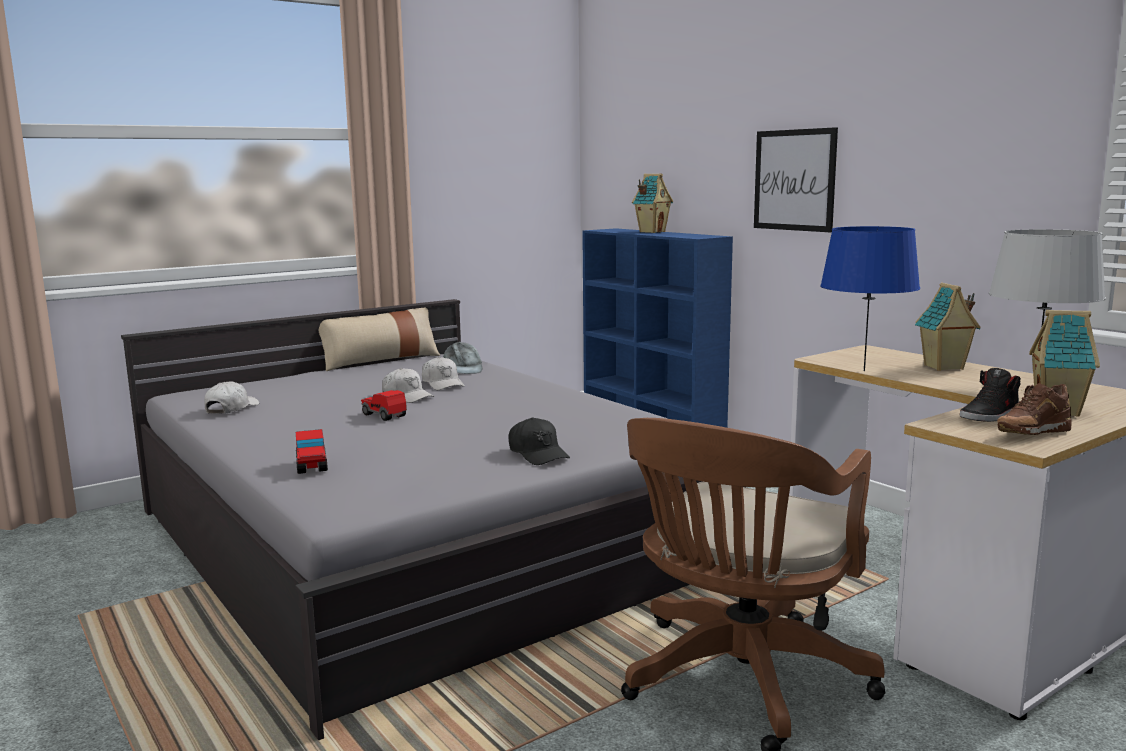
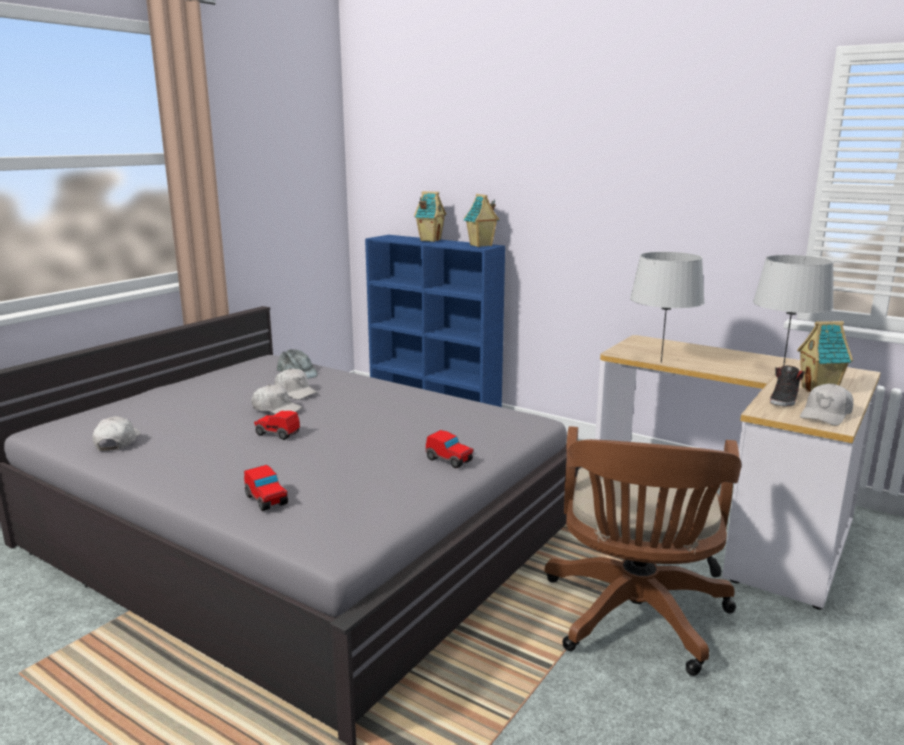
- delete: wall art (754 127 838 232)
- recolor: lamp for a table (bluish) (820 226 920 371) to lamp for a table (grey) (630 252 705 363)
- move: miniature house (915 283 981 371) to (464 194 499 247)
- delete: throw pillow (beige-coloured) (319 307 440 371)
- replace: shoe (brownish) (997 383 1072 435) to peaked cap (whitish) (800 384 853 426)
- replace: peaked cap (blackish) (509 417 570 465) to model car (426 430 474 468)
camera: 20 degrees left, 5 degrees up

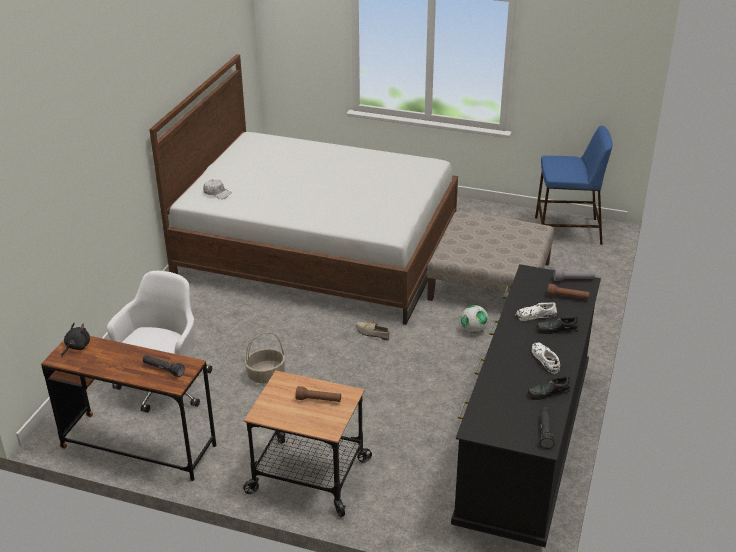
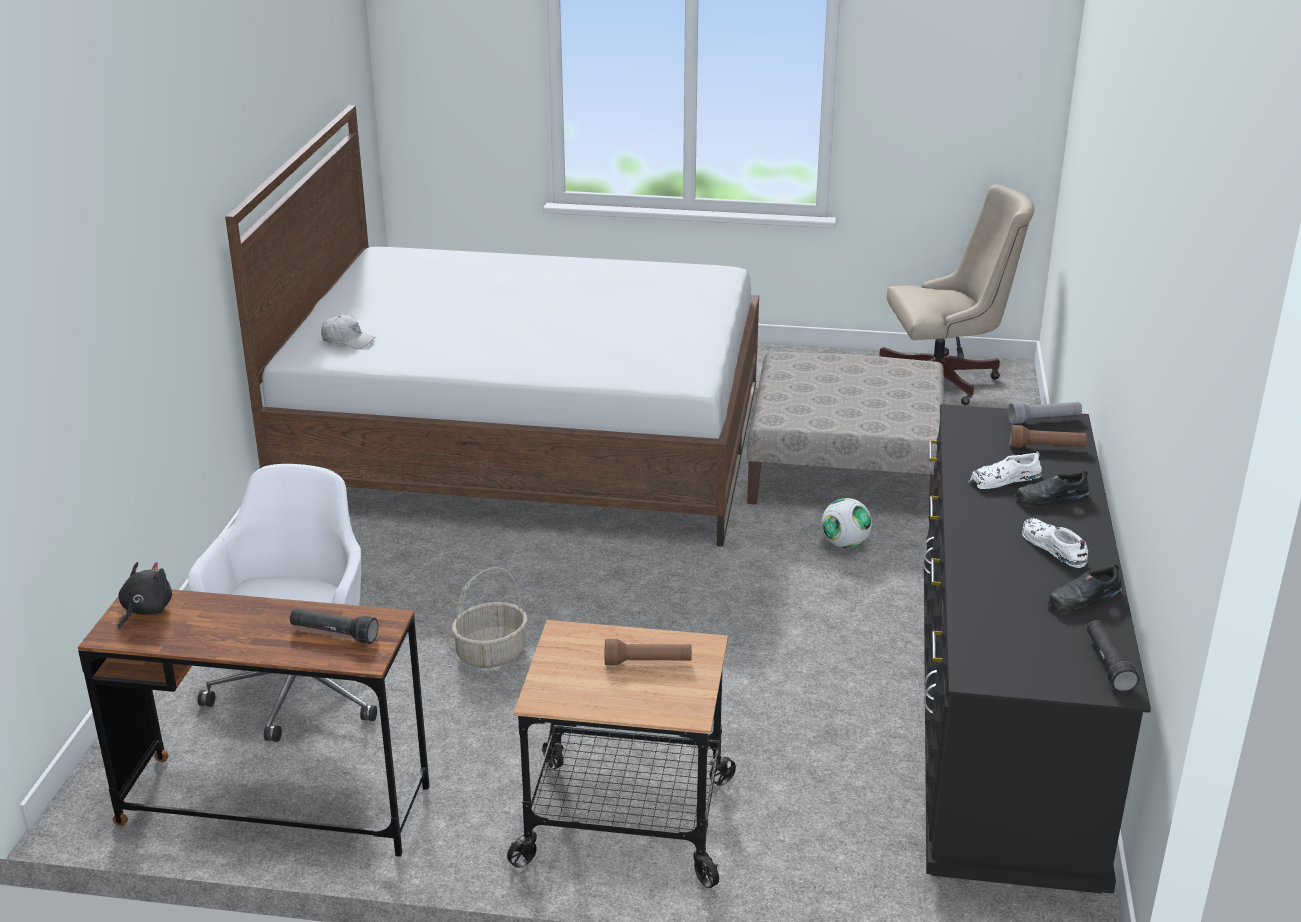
- replace: stool seat (bluish) (535 126 613 245) to office chair (beige-coloured) (879 184 1034 405)
- delete: shoe (356 321 390 341)
camera: 10 degrees left, 5 degrees down

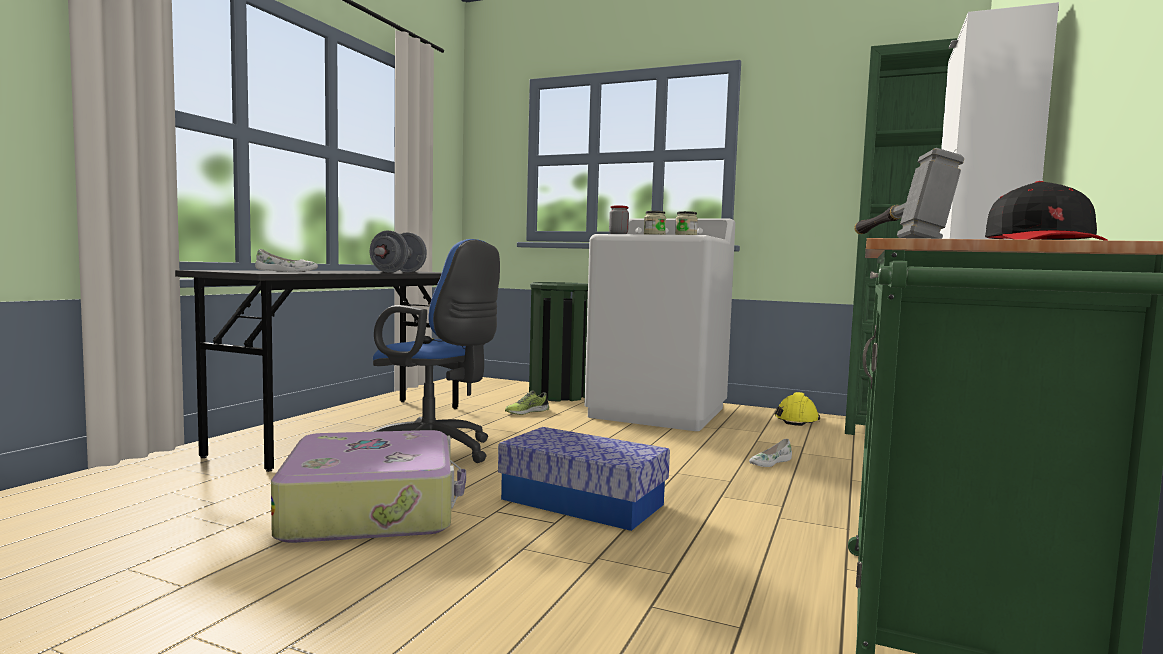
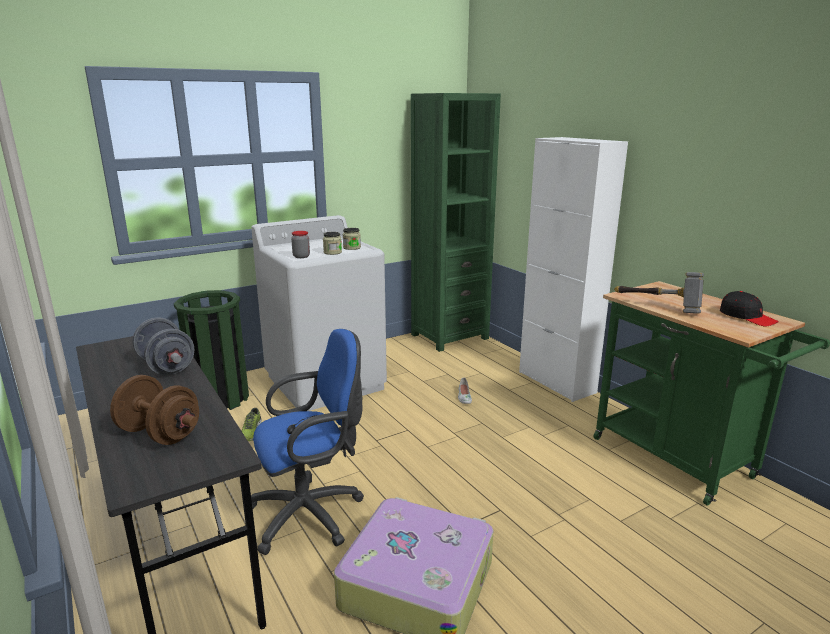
- replace: shoe (whitish) (255 249 318 272) to hand weight (brownish) (110 375 199 445)
- delete: safety helmet (yellow-coloured) (774 392 820 426)
- delete: storage container (498 427 670 531)
camera: 55 degrees left, 15 degrees up

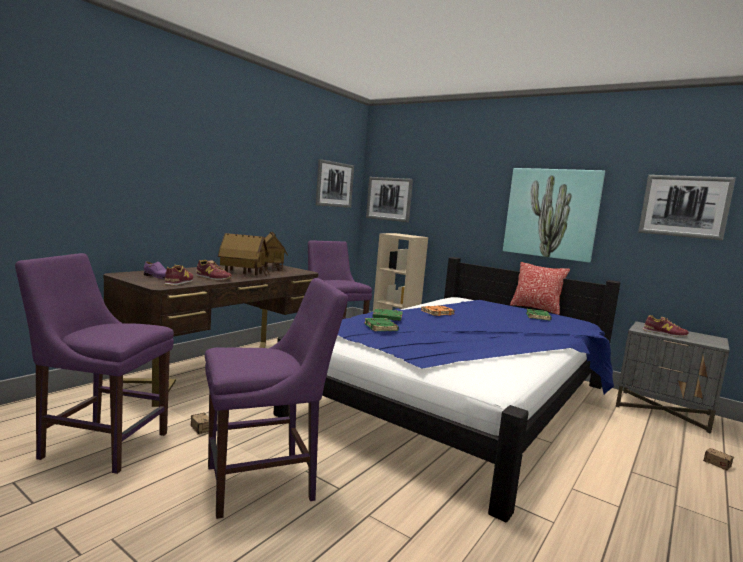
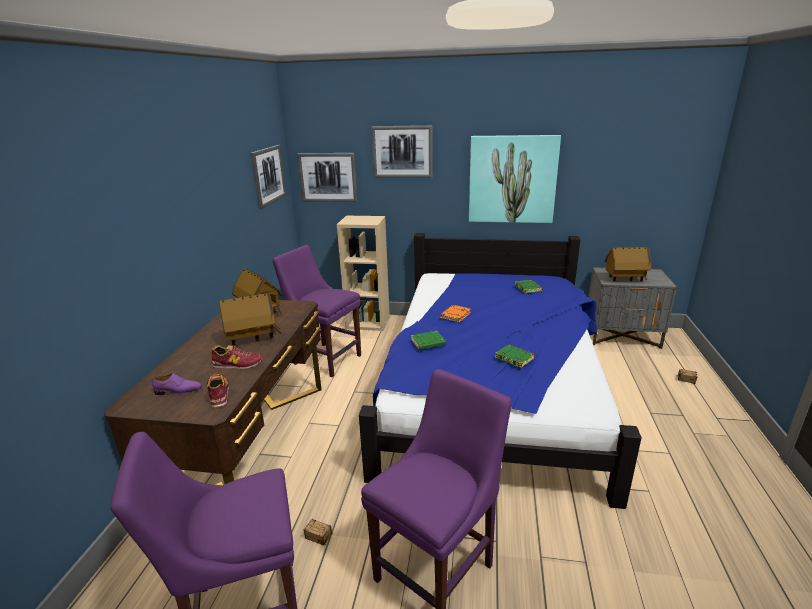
- move: wall art (638 175 736 240) to (371 125 433 178)
- delete: throw pillow (510 262 570 315)
- replace: shoe (642 315 689 337) to miniature house (605 247 651 281)
- move: bound book (greenish) (364 318 399 331) to (495 344 535 368)
camera: 25 degrees left, 15 degrees up

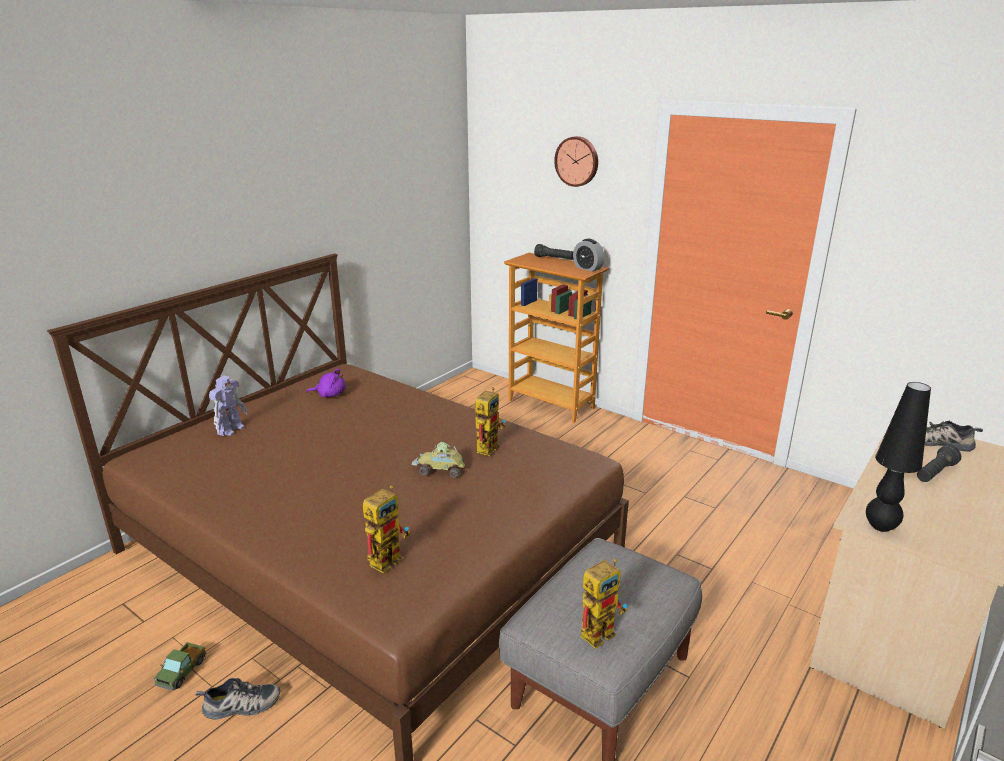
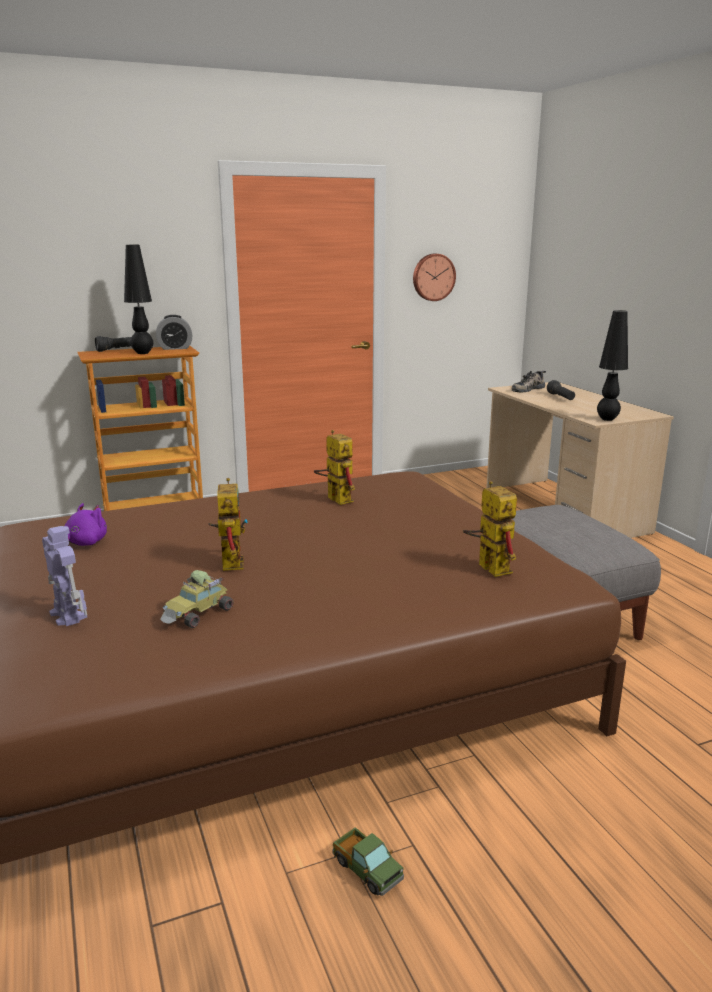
- move: hanging clock (554 136 598 187) to (413 254 456 301)
- move: model car (412 442 465 478) to (160 570 233 628)
- move: robot figure (581 558 628 649) to (208 478 248 571)
- delete: shoe (196 678 281 720)
- insert: lamp for a table (blackish) (124 245 153 354)
camera: 60 degrees left, 5 degrees down

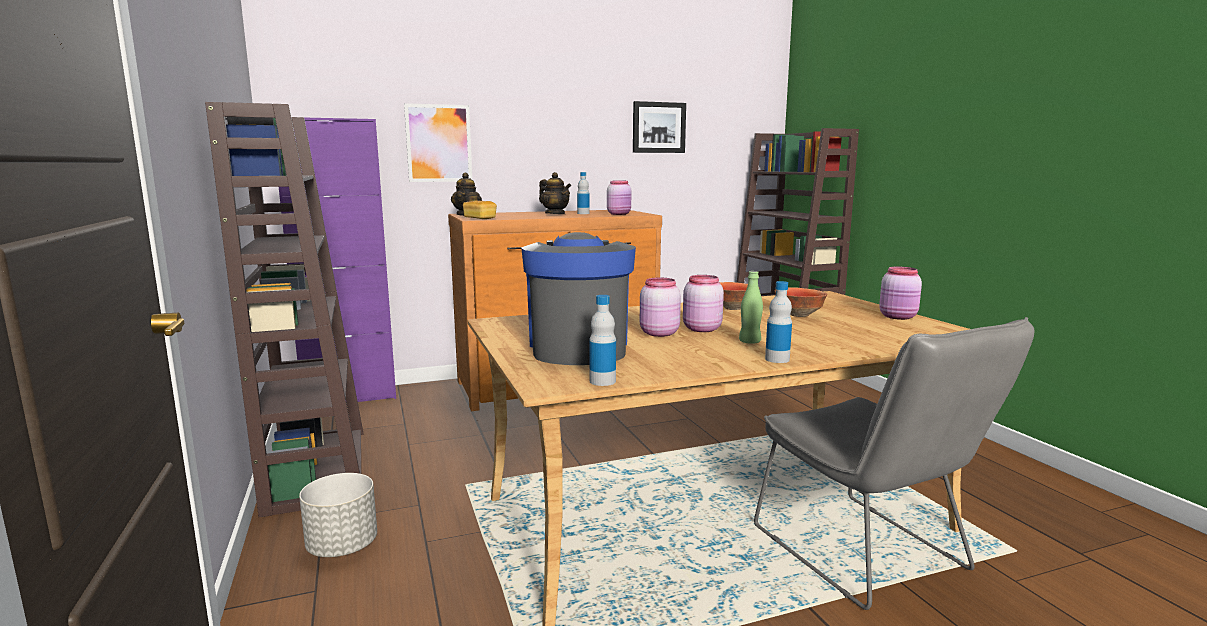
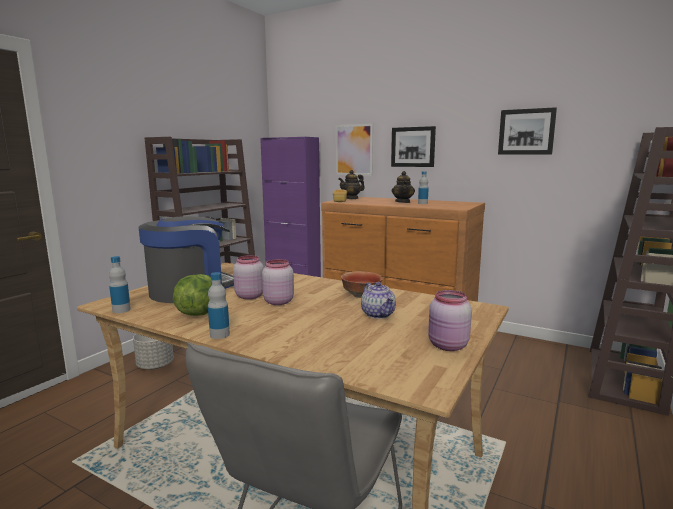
- delete: storage jar (pinkish) (607 181 631 215)
- delete: beverage bottle (greenish) (739 271 763 344)
- replace: deep dish (775 287 828 317) to teapot (361 282 396 319)
- insert: wall art (391 126 436 167)
- insert: lettuce head (173 274 212 316)
camera: 50 degrees right, 0 degrees up

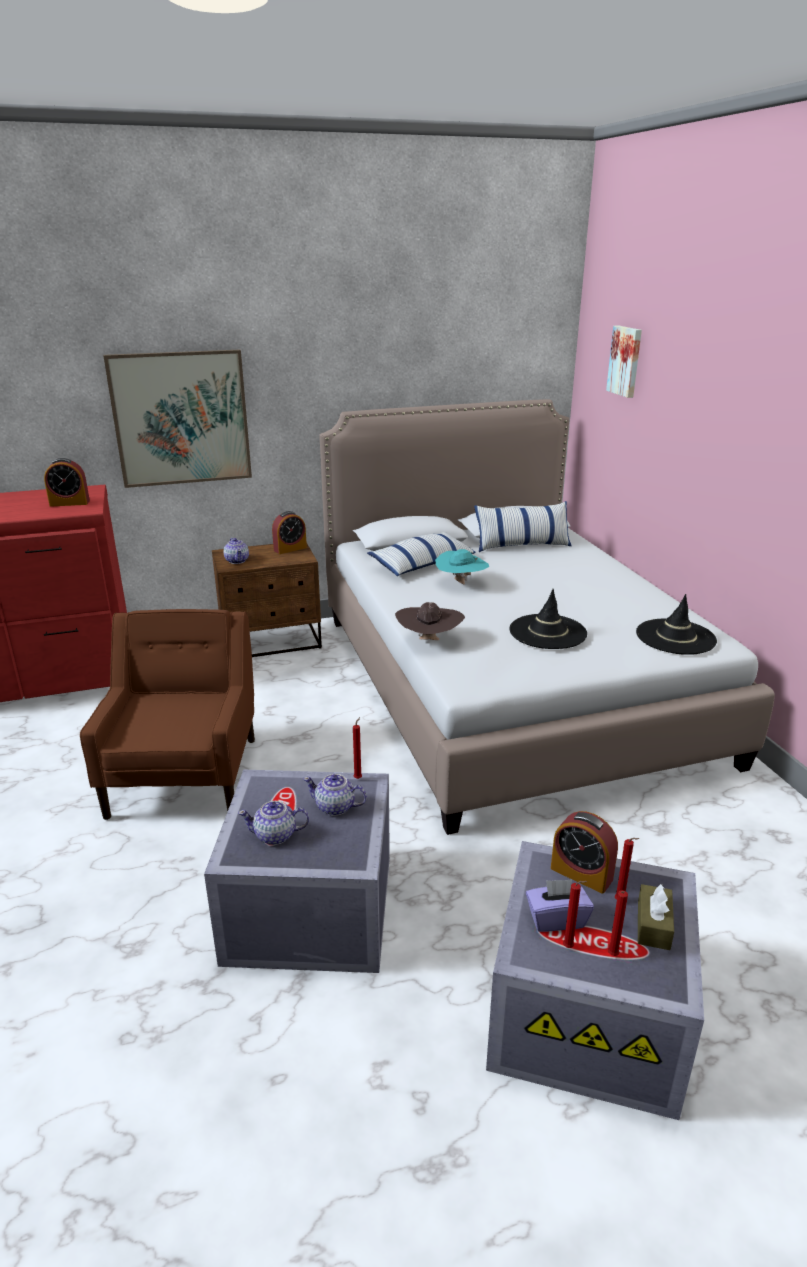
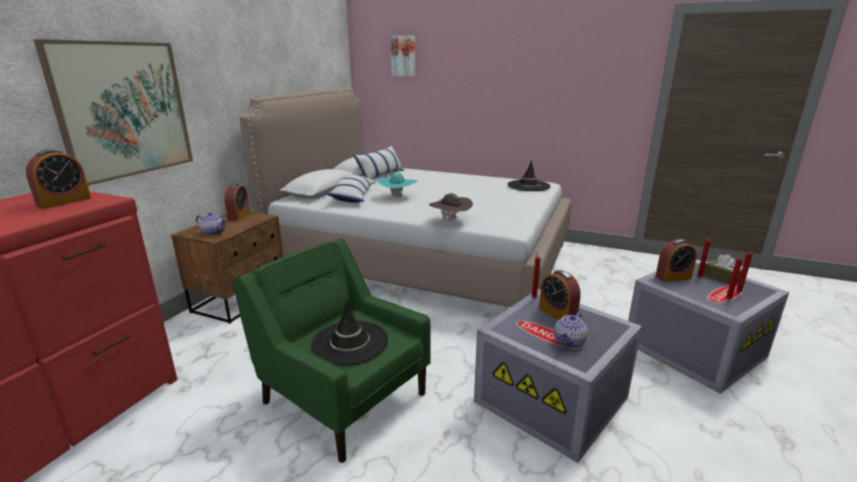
- move: wearable hat (blackish) (509 589 587 649) to (311 301 388 366)
- recolor: lounge chair (brownish) (80 609 255 820) to lounge chair (greenish) (233 239 431 463)
- replace: teapot (303 774 367 816) to alarm clock (539 270 581 320)
- delete: tissue box (purple) (526 879 594 932)
camera: 50 degrees left, 5 degrees down

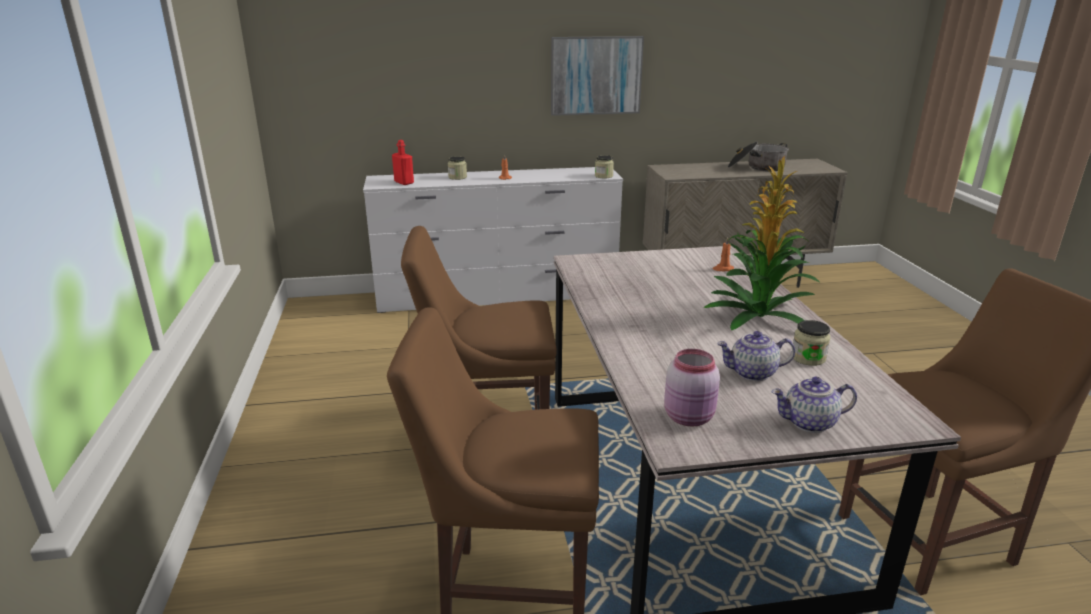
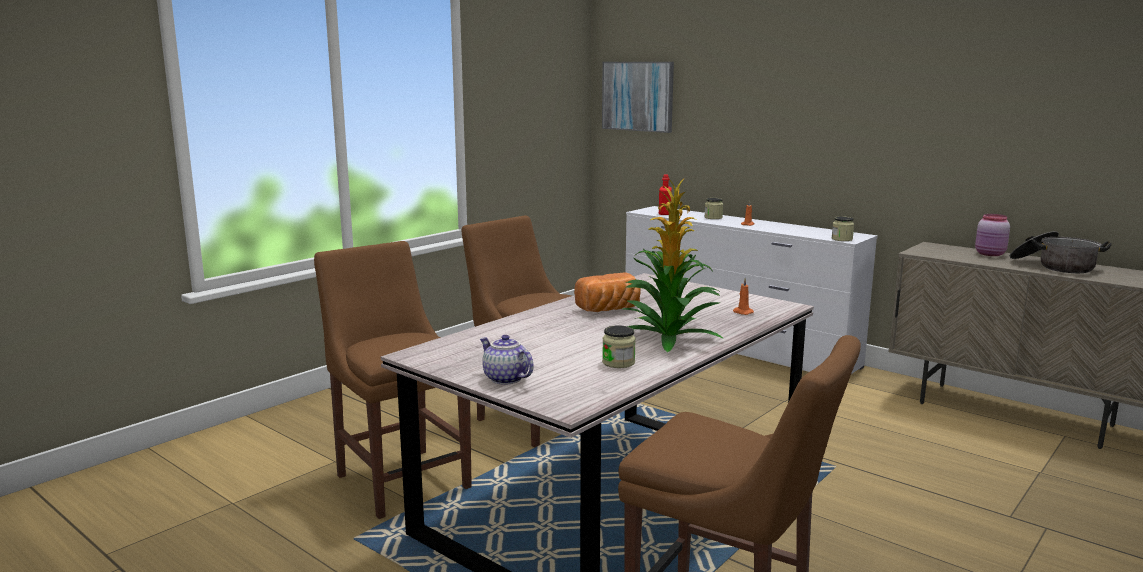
- move: wall art (551 36 644 116) to (602 62 674 133)
- delete: teapot (717 331 795 381)
- move: storage jar (pinkish) (664 349 720 427) to (975 214 1010 256)
- insert: baked bread (574 272 641 312)
camera: 50 degrees right, 10 degrees down

